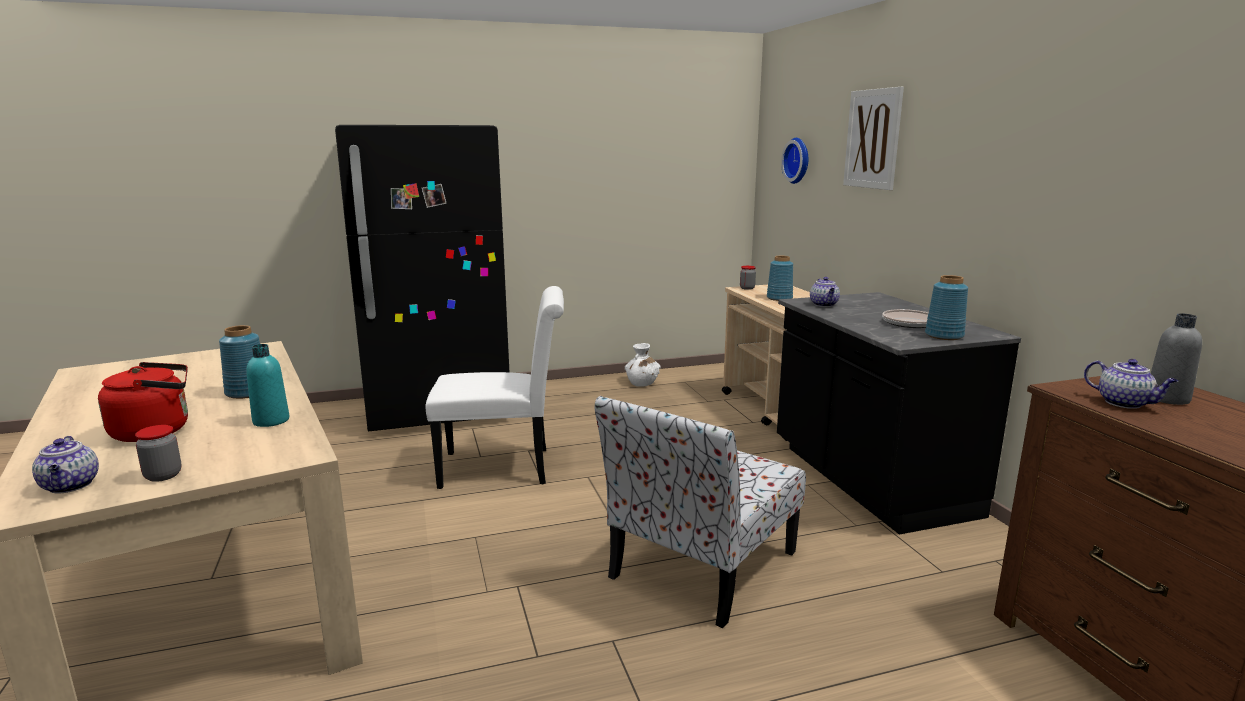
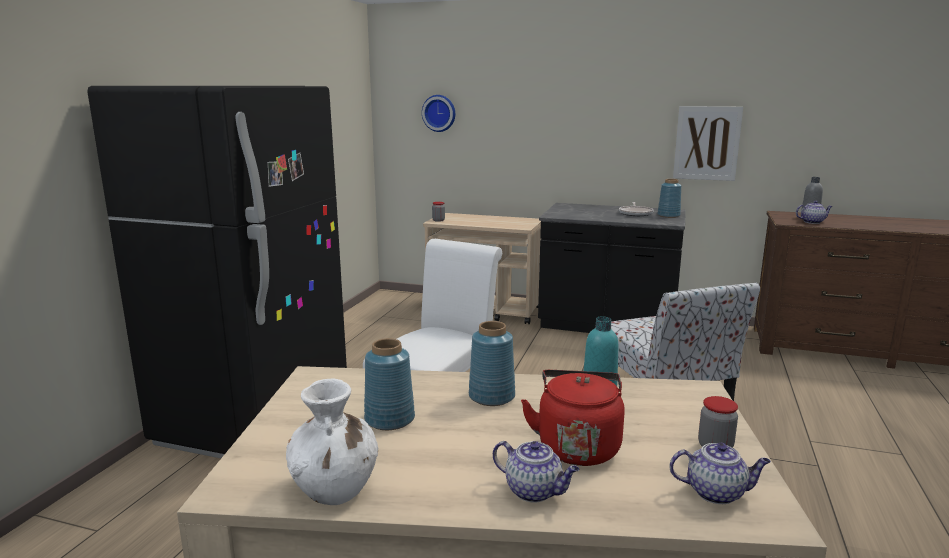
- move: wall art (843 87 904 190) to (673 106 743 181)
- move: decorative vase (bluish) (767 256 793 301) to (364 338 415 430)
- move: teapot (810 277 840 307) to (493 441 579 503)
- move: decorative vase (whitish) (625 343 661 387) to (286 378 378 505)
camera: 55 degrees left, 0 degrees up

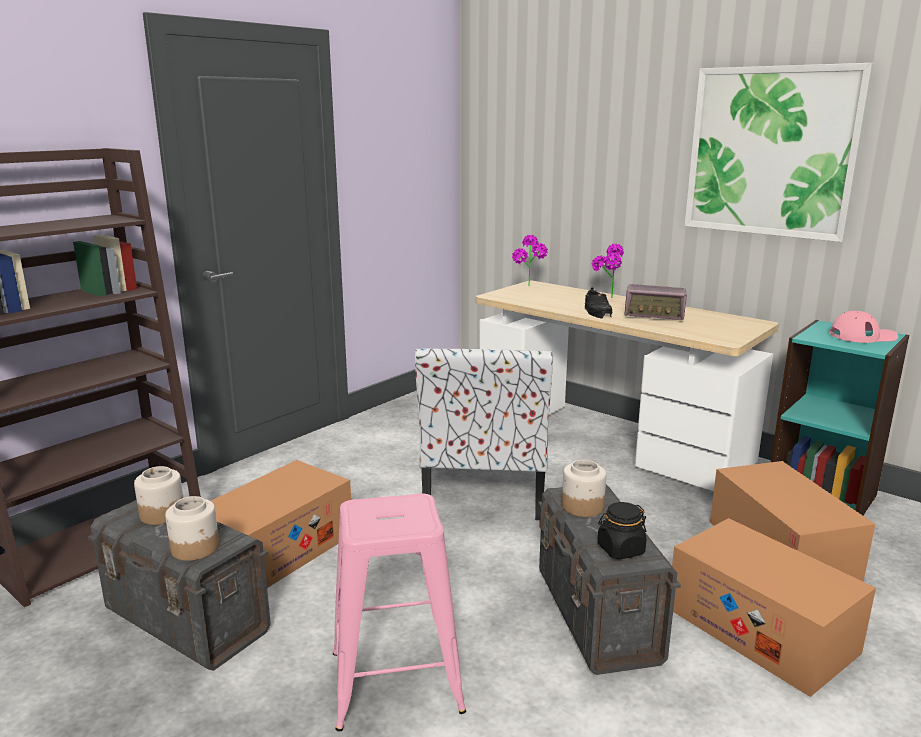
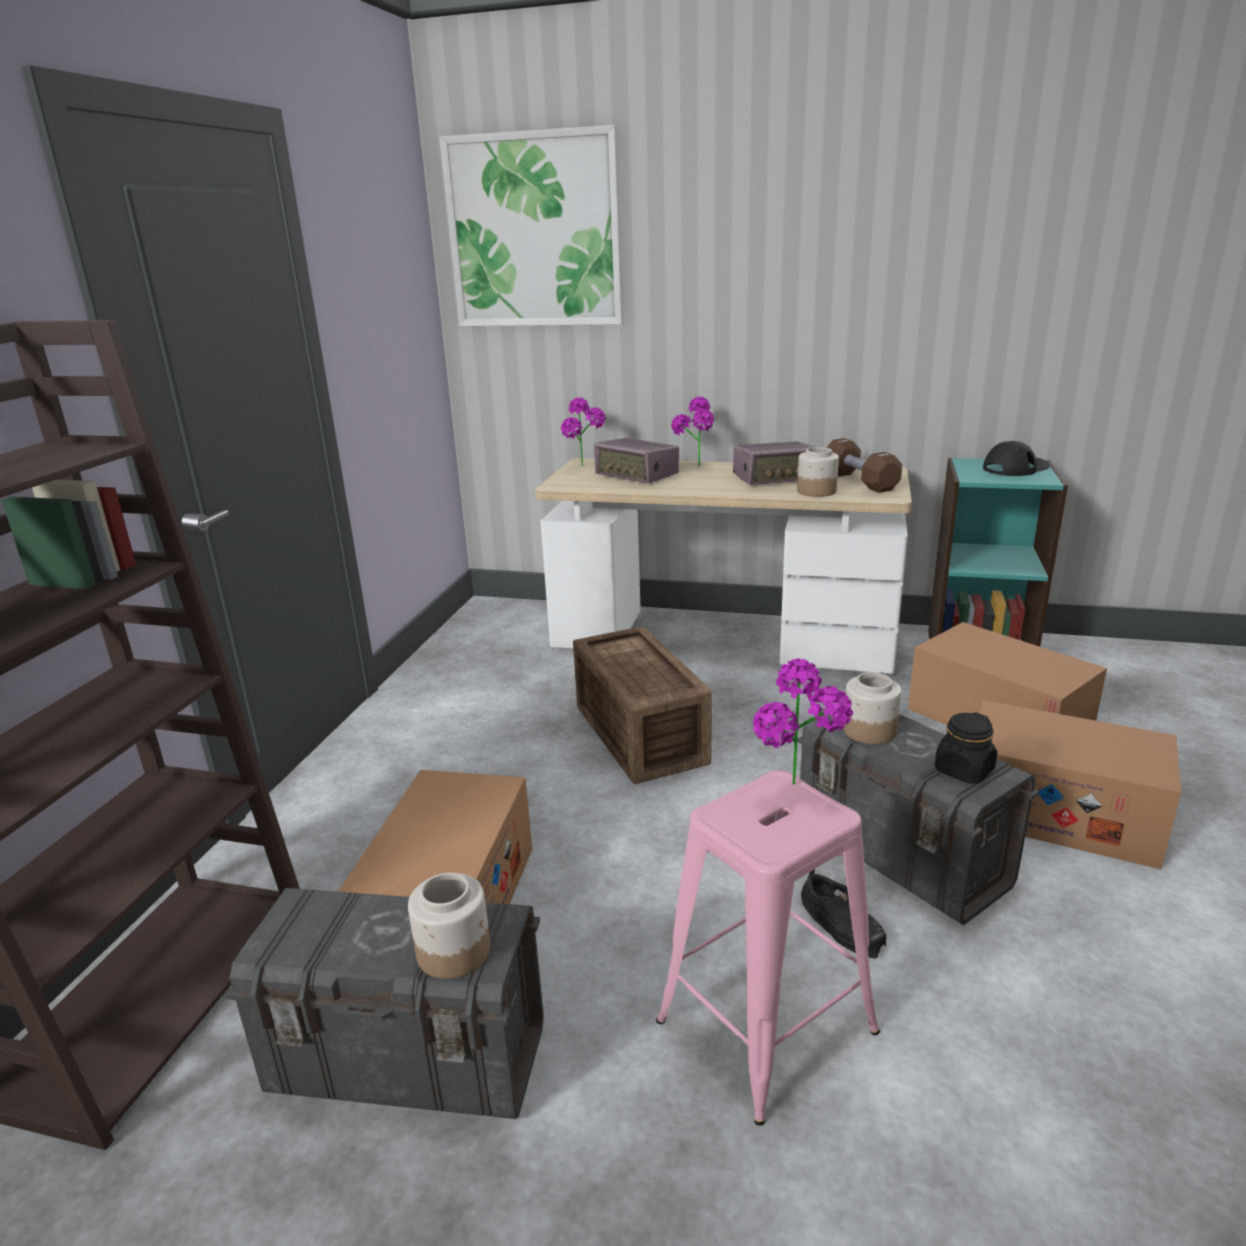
- move: wall art (684 63 874 242) to (439 125 624 326)
- move: shoe (blackish) (585 287 612 318) to (801 869 886 958)
- recolor: peaked cap (pinkish) (830 311 898 343) to peaked cap (blackish) (983 441 1050 476)
- replace: upright chair (415 348 553 520) to shipping crate (573 626 712 784)
- move: storage jar (134 466 183 525) to (797 447 839 497)
- insert: radio (594 438 679 483)
- insert: hand weight (brownish) (826 438 902 493)
- insert: potted plant (753 659 853 784)
camera: 25 degrees left, 5 degrees up

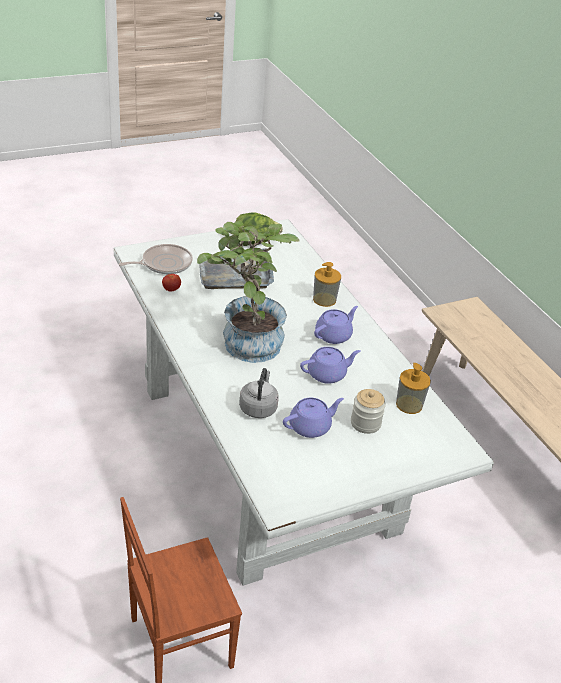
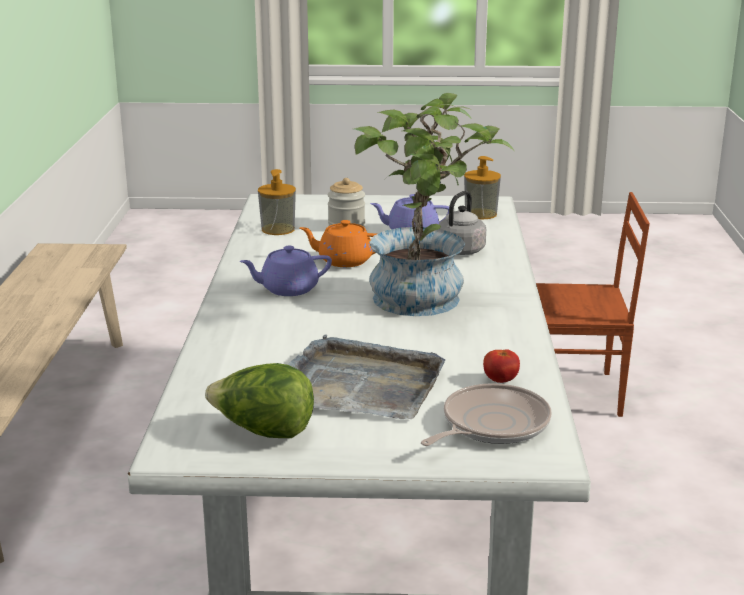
- rotate: skillet (119 244 193 274) = (421 383 552 446) 135 degrees clockwise
- move: liquid soap bottle (313 262 341 307) to (464 156 501 219)
- recolor: teapot (purple) (300 347 360 384) to teapot (orange) (300 220 376 267)
camera: 150 degrees left, 15 degrees down

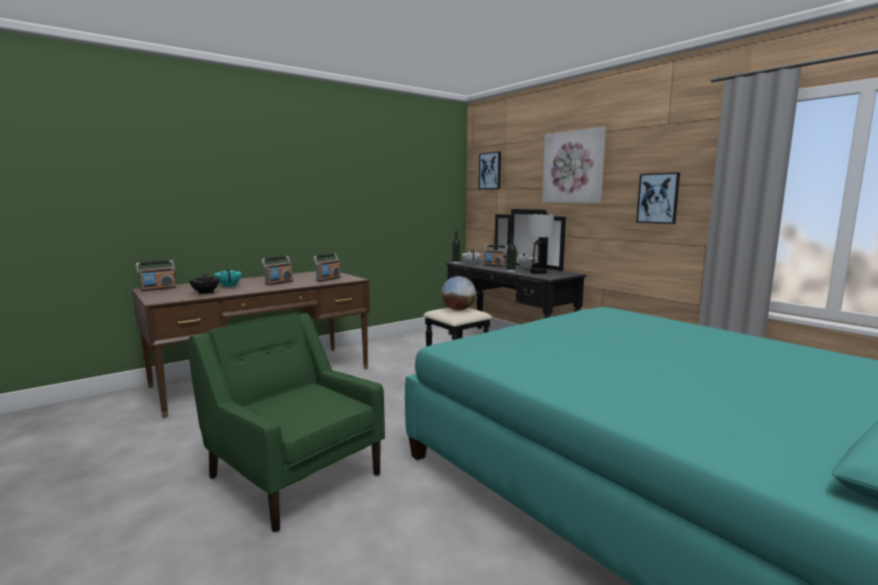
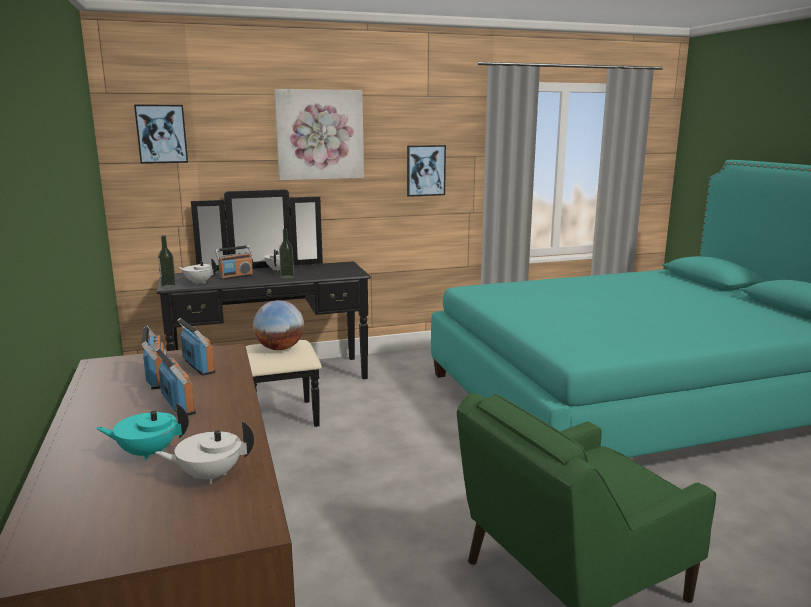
- delete: lamp for a table (526 214 555 274)
- move: radio (136 260 176 291) to (142 326 167 390)
- recolor: teapot (blackish) (189 271 219 294) to teapot (whitish) (155 421 254 484)
camera: 70 degrees left, 5 degrees up

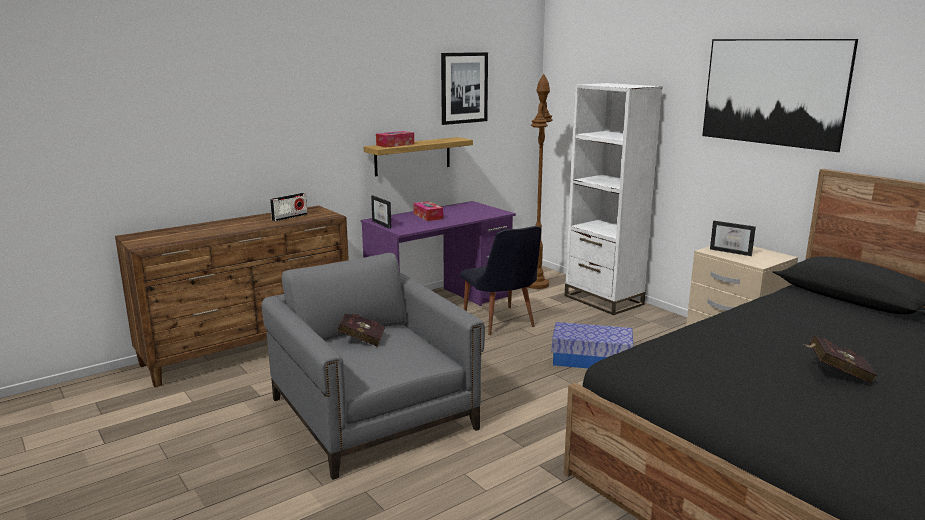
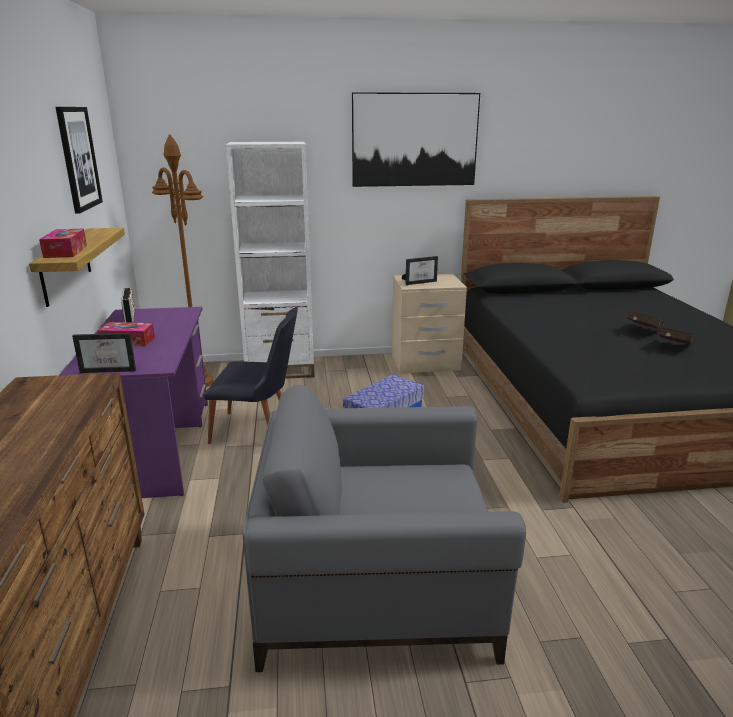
- move: radio (270 193 307 221) to (121 288 135 323)
- move: bound book (red-coloured) (337 314 386 347) to (659 327 693 345)
camera: 60 degrees left, 5 degrees up

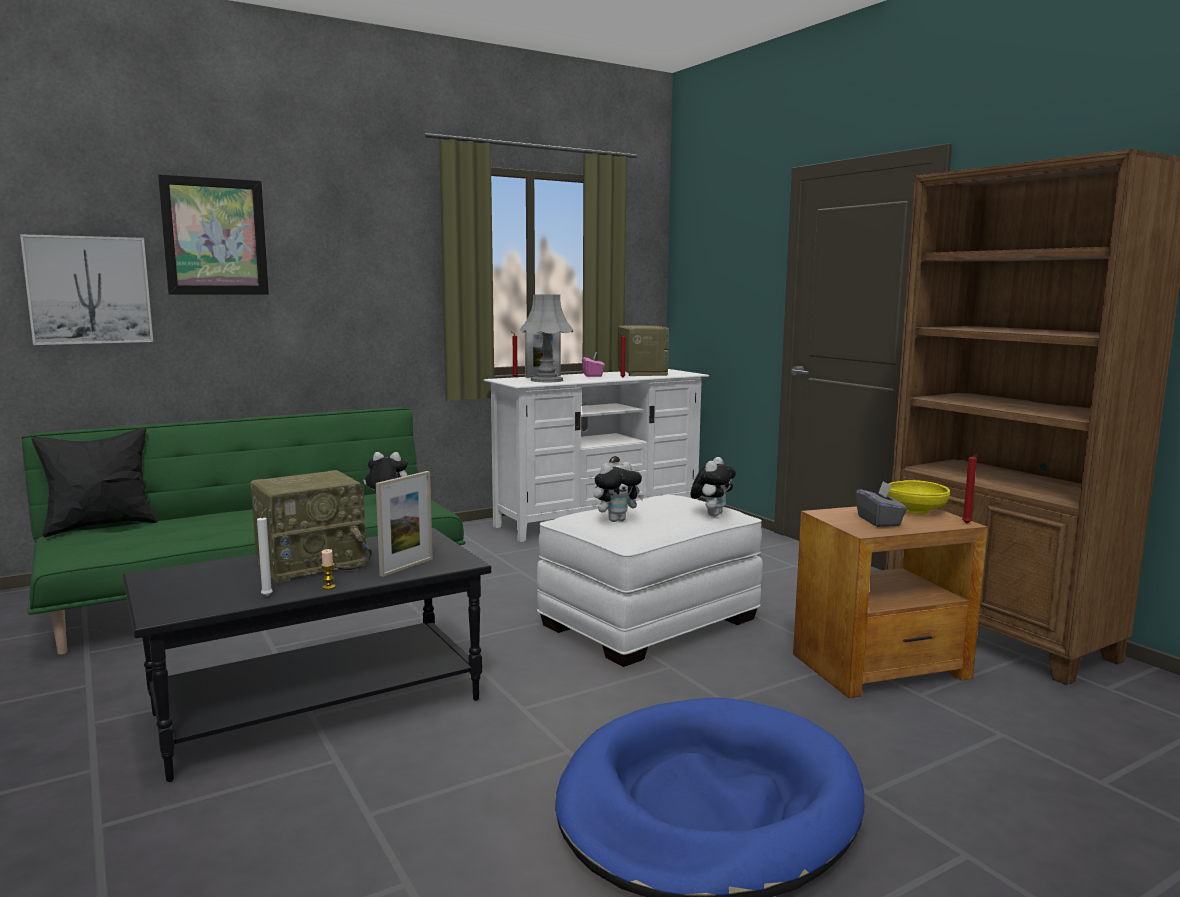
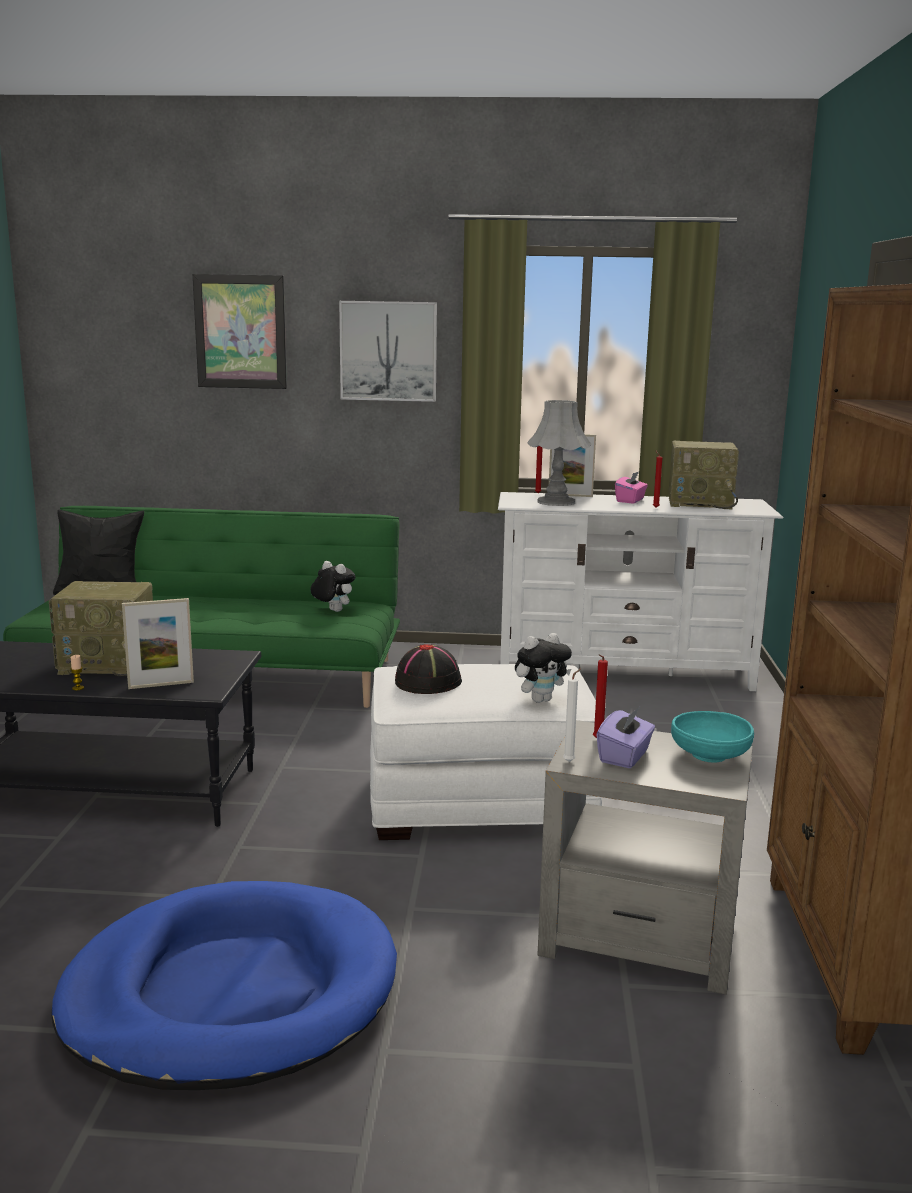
- move: wall art (20 234 153 345) to (339 301 437 402)
- rotate: radio (618 325 669 376) = (669 441 739 509) 75 degrees clockwise
- move: wax candle (red-coloured) (962 452 977 524) to (593 654 608 738)
- replace: soft toy (594 462 644 522) to wearable hat (blackish) (395 644 462 694)
- recolor: deep dish (yellow-coloured) (887 480 950 514) to deep dish (turquoise) (671 711 754 763)
- recolor: tissue box (grey) (856 481 907 527) to tissue box (purple) (596 707 655 768)
- recolor: end table (brownish) (793 506 988 698) to end table (grey) (537 720 753 995)
- move: wax candle (whitish) (257 508 273 596) to (563 668 581 762)
camera: 35 degrees right, 5 degrees up

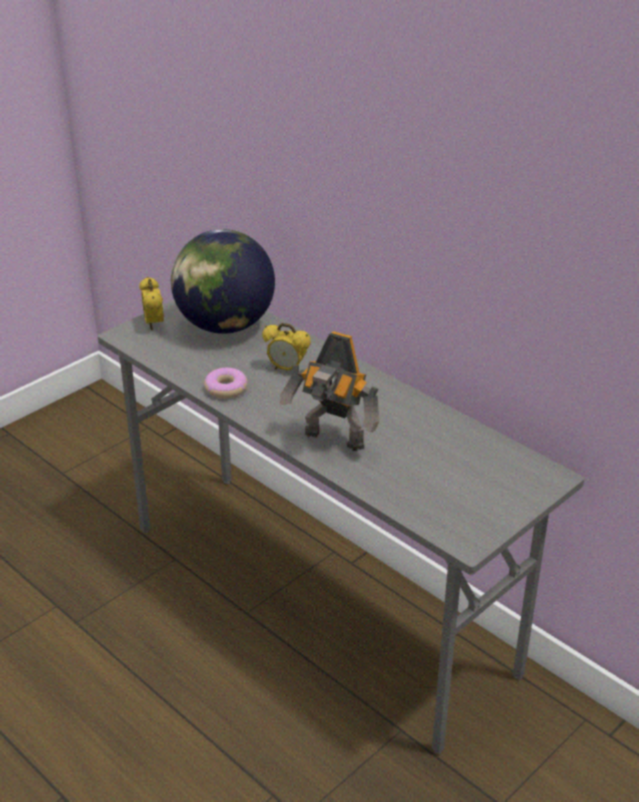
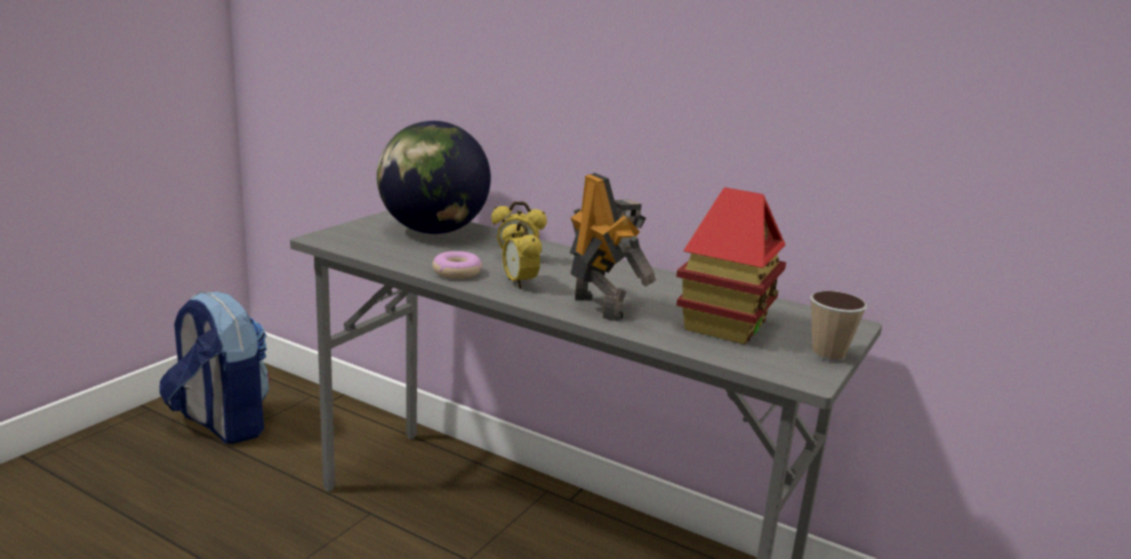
- move: alarm clock (139 277 164 330) to (502 222 542 289)
- rotate: robot figure (280 331 379 451) = (570 173 656 322) 135 degrees counterclockwise
- insert: miniature house (676 187 786 344)
- insert: knapsack (159 291 270 444)
- insert: cup (810 291 867 362)
camera: 15 degrees left, 15 degrees down

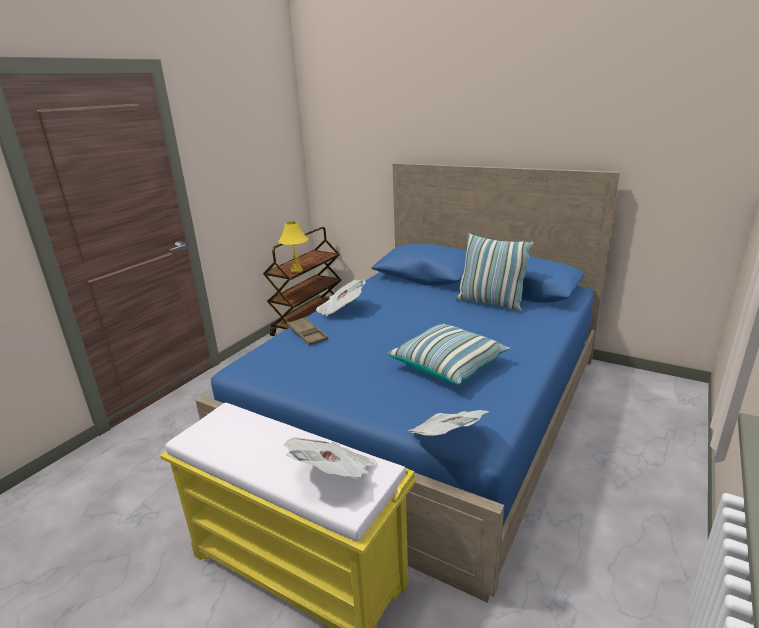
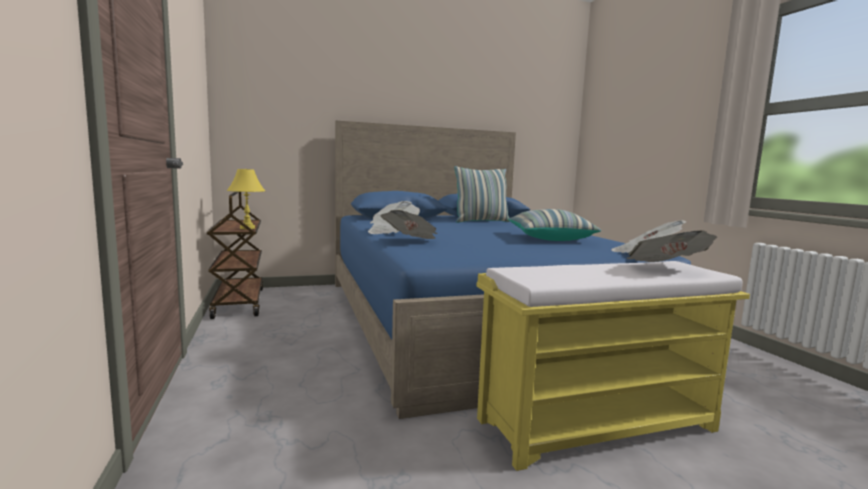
- replace: tray (brownish) (287 317 328 346) to daily paper (381 210 437 239)
camera: 50 degrees left, 15 degrees down

